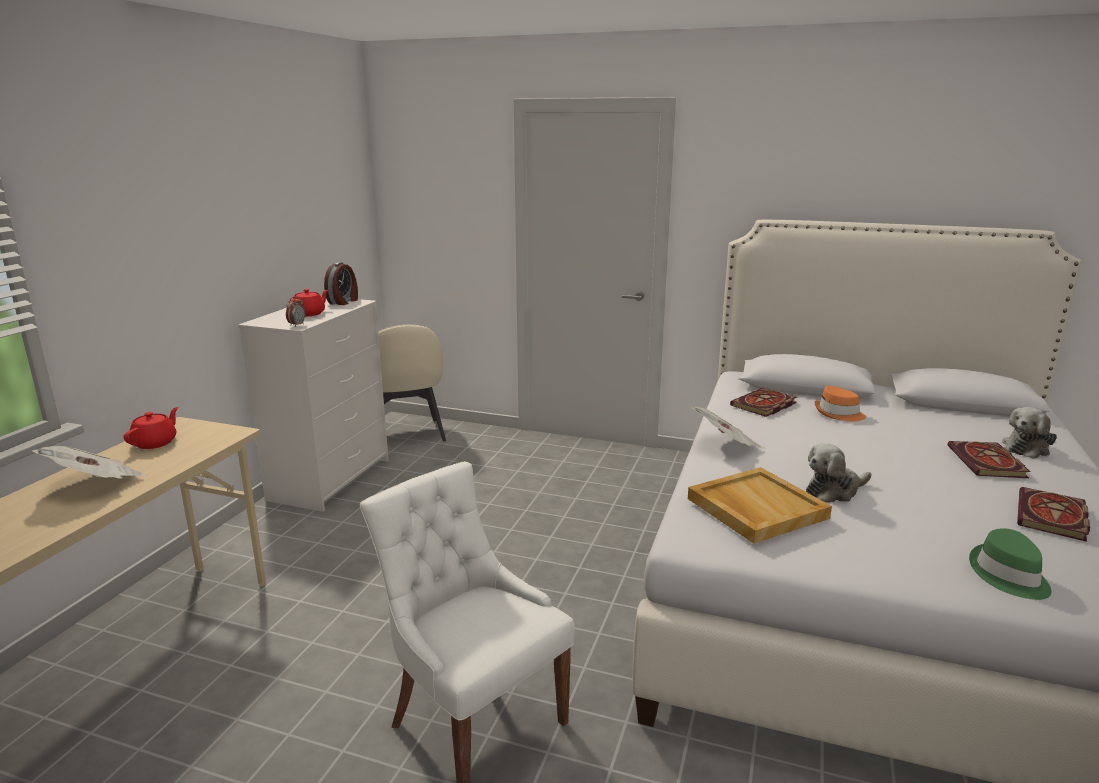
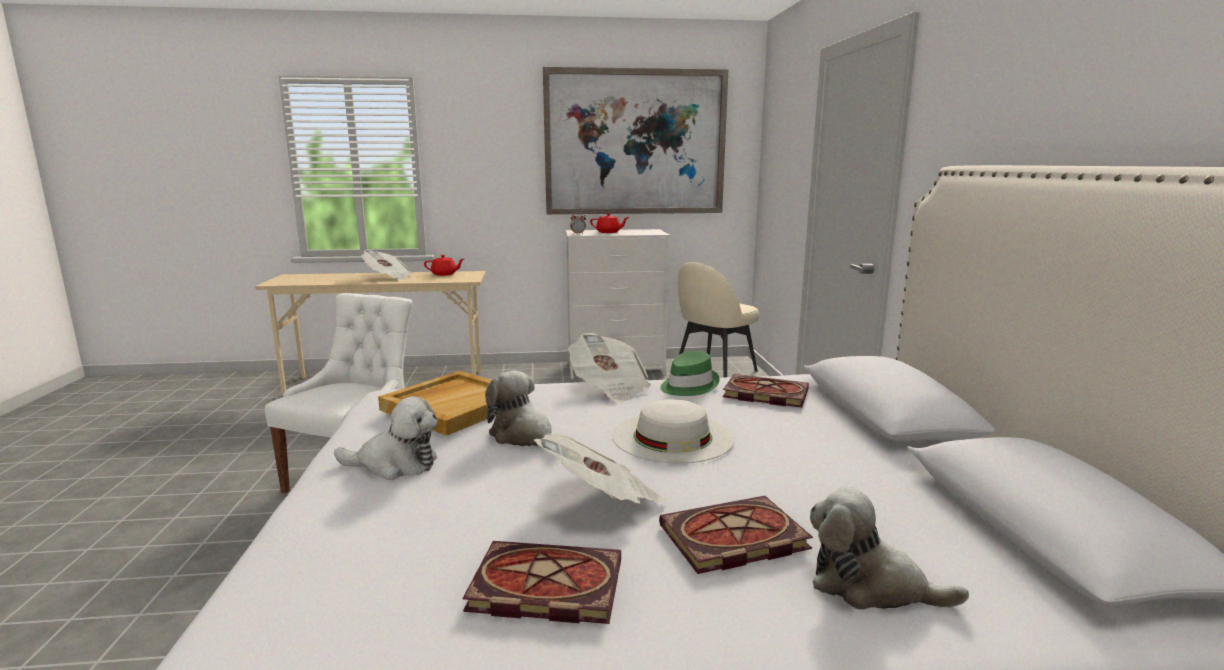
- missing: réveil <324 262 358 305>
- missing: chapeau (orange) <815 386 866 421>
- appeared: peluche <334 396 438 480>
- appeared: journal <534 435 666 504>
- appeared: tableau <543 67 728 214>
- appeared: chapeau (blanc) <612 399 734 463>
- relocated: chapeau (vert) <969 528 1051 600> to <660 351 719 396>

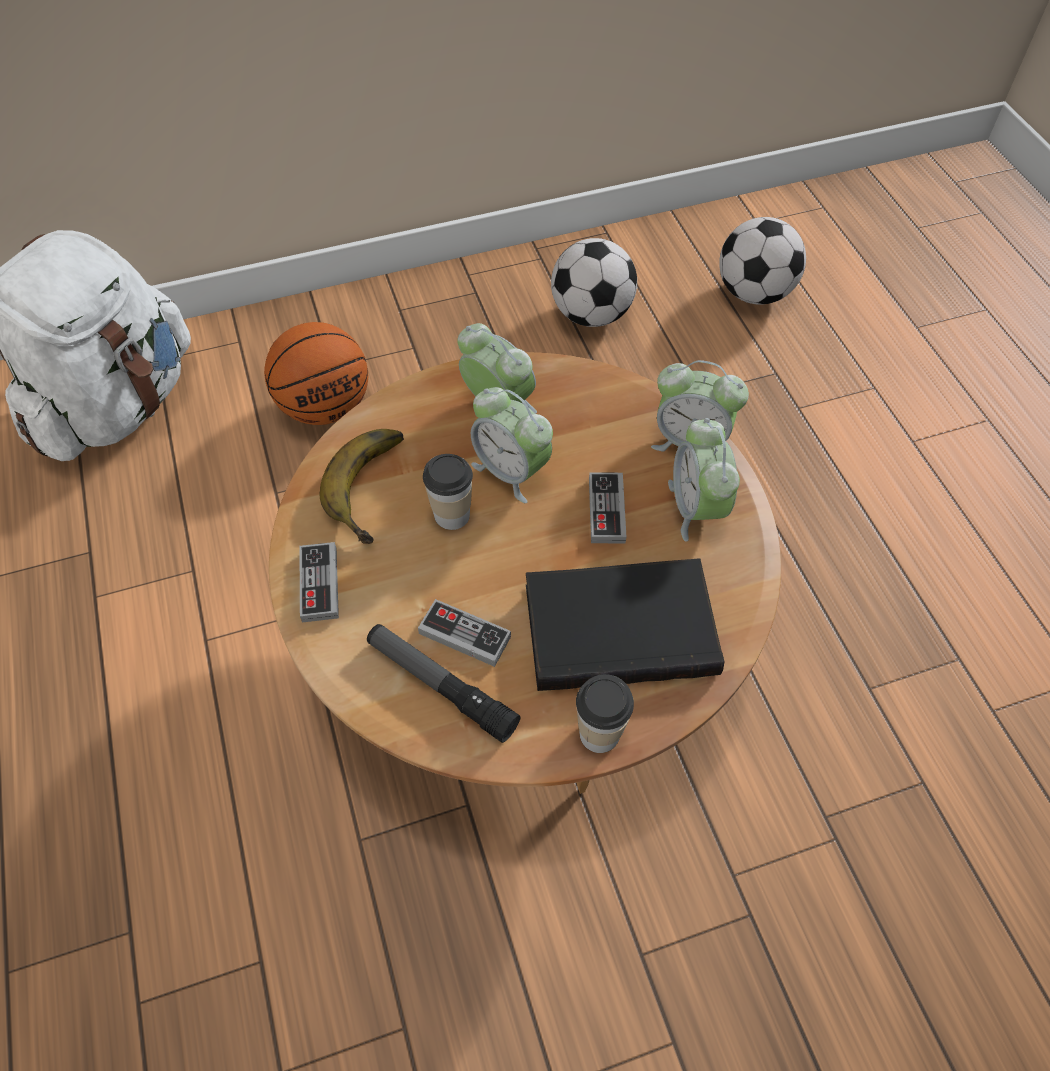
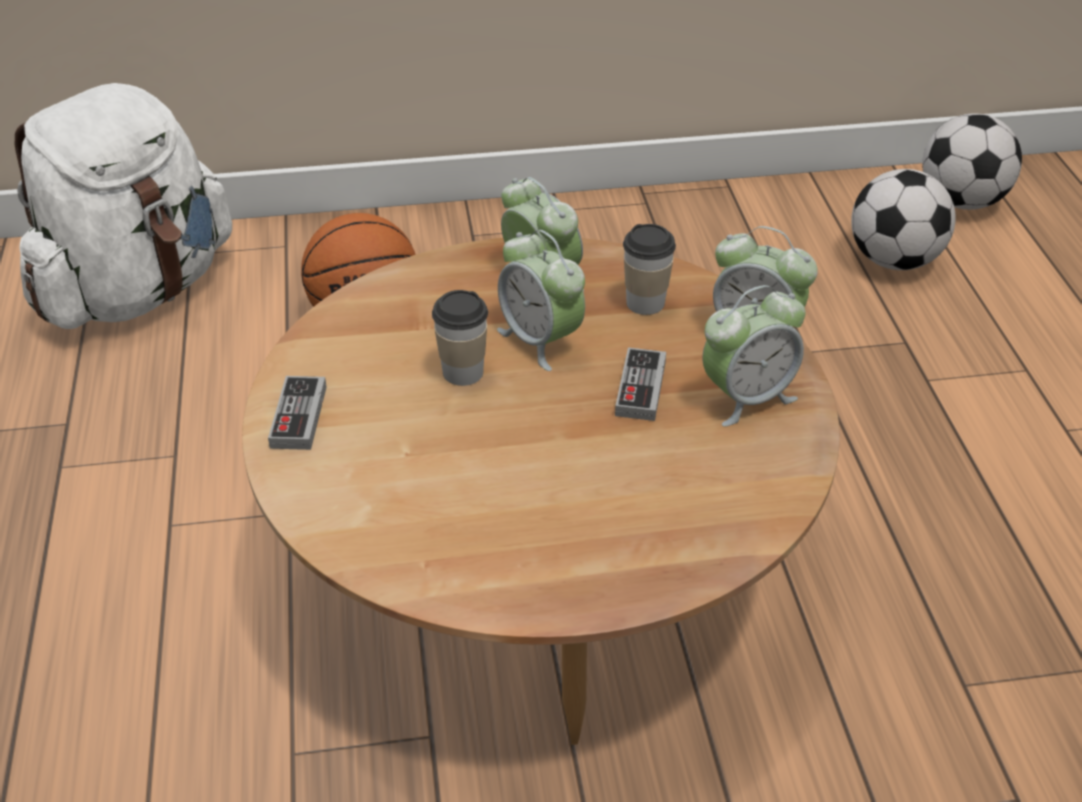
- missing: banane <320 429 404 544>
- missing: lampe de poche <367 624 521 743>
- missing: manette <418 599 511 667>
- missing: livre (noir) <526 558 724 691>
- relocated: ballon de foot <551 238 637 327> to <922 113 1022 210>
- relocated: tasse <576 674 634 753> to <623 224 676 315>
- spun: réveil <668 418 740 542> = <702 285 805 427> 120 degrees counterclockwise

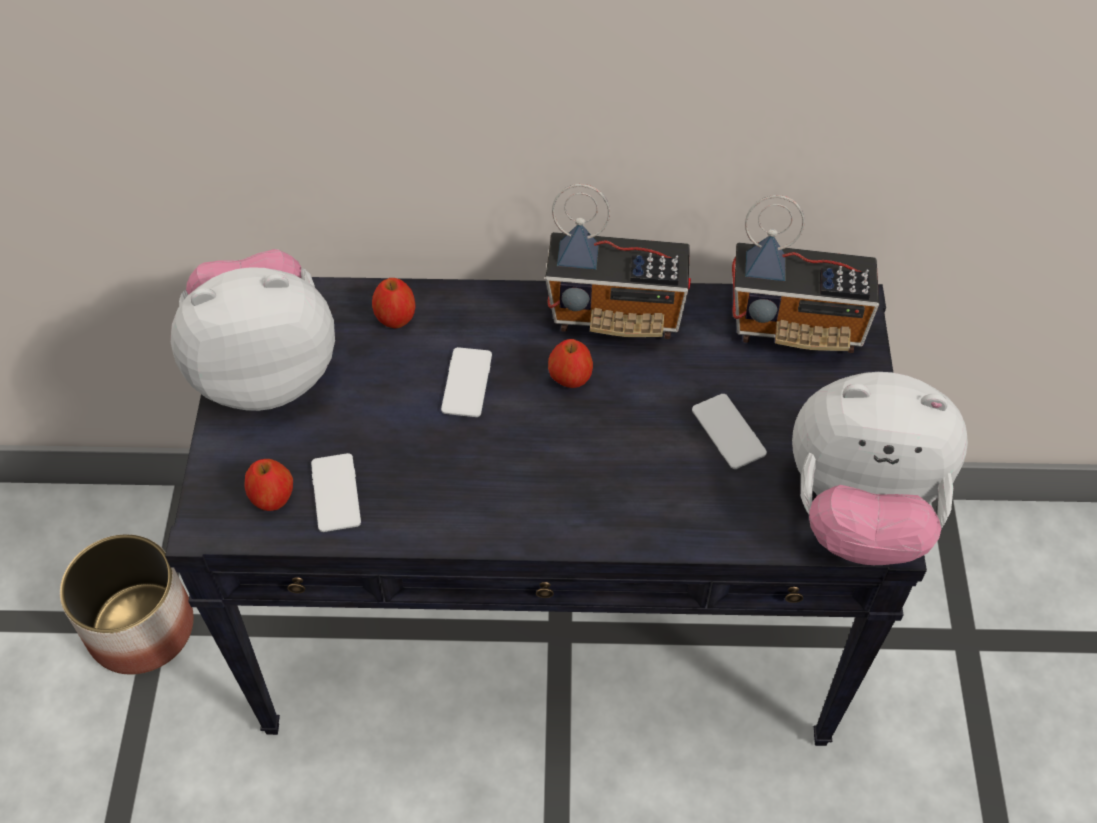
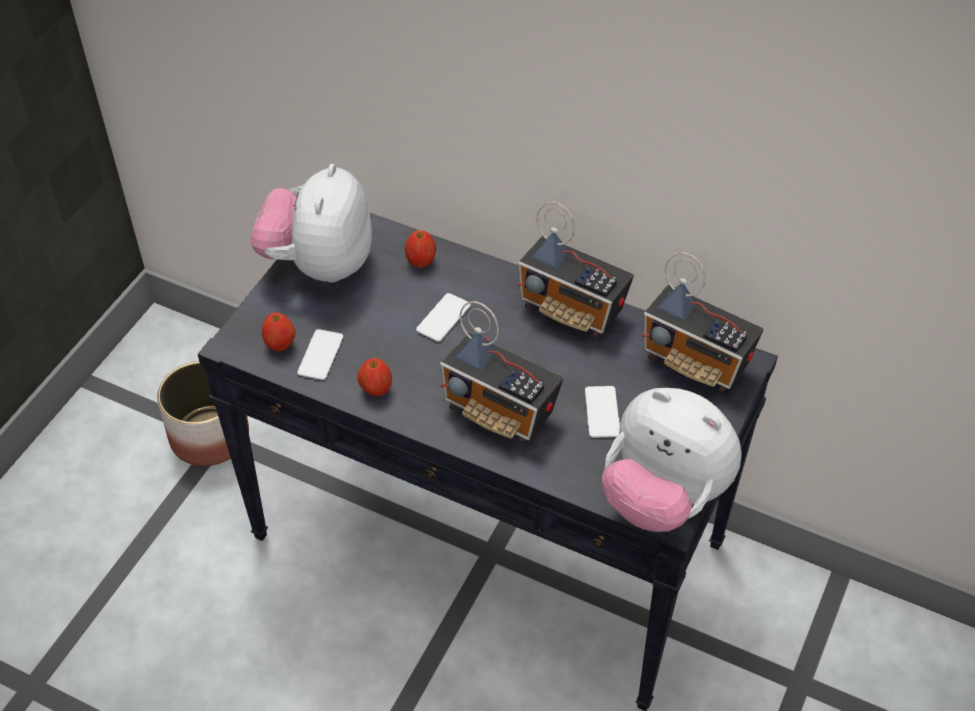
- appeared: radio <440 301 563 444>
- relocated: pomme <548 339 593 388> to <357 358 392 396>
- spun: peluche <171 249 335 411> = <251 164 372 282> 90 degrees counterclockwise

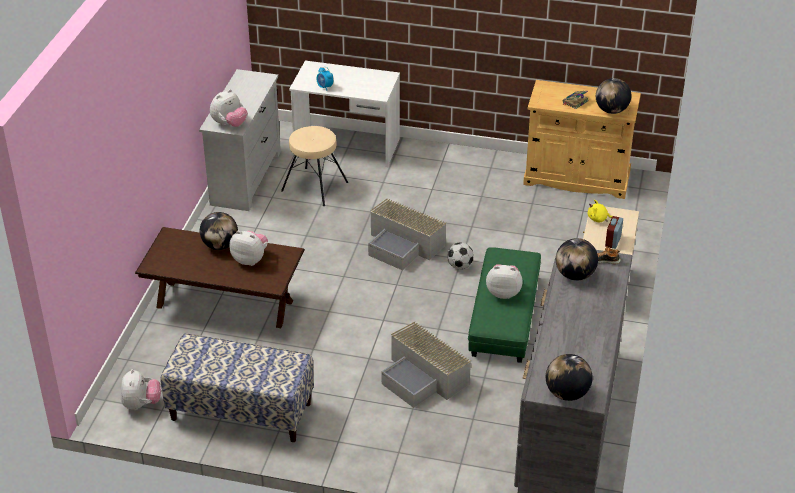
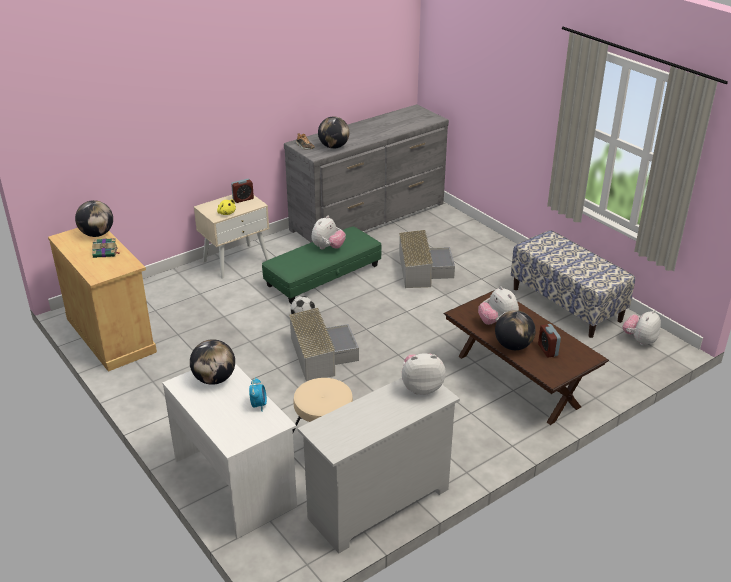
- appeared: réveil <538 324 561 358>
- relocated: globe <546 354 593 401> to <190 339 235 385>
- spun: peluche <486 264 523 299> = <312 216 346 249> 105 degrees counterclockwise

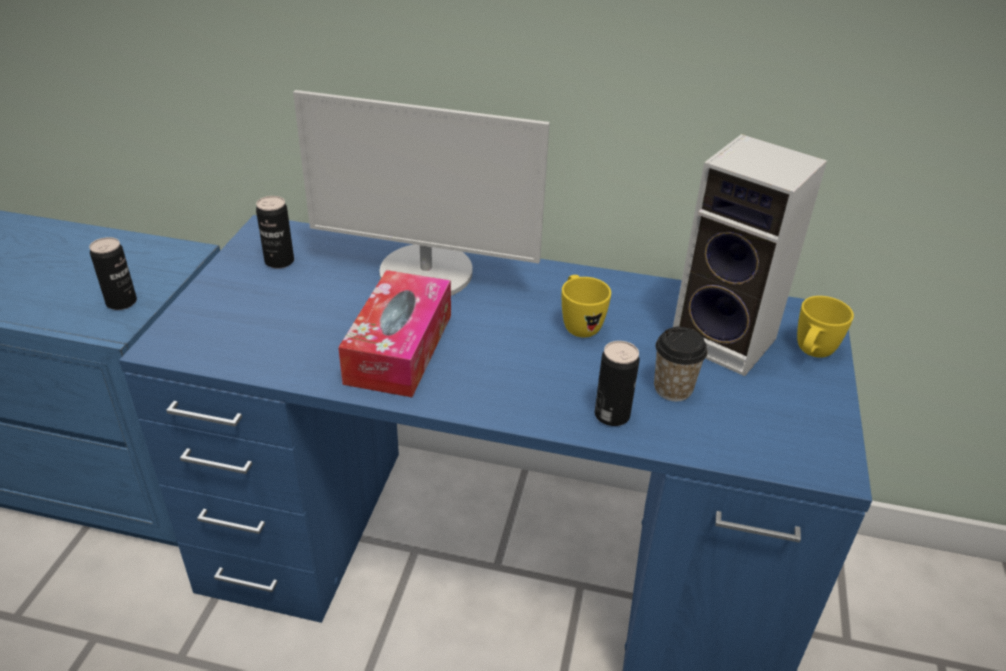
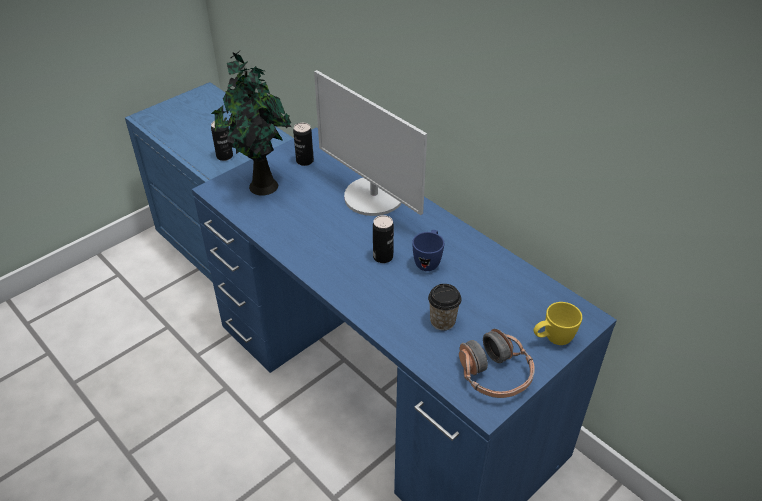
- missing: boîte à mouchoirs <338 270 451 397>
- missing: enceinte <673 134 827 376>
- appeared: plante en pot <211 51 291 195>
- appeared: casque audio <459 329 535 398>
- relocated: boîte métallique <595 341 640 426> to <373 215 394 263>
- colour: mug (jaune) <562 275 611 338> to mug (bleu) <412 230 444 271>

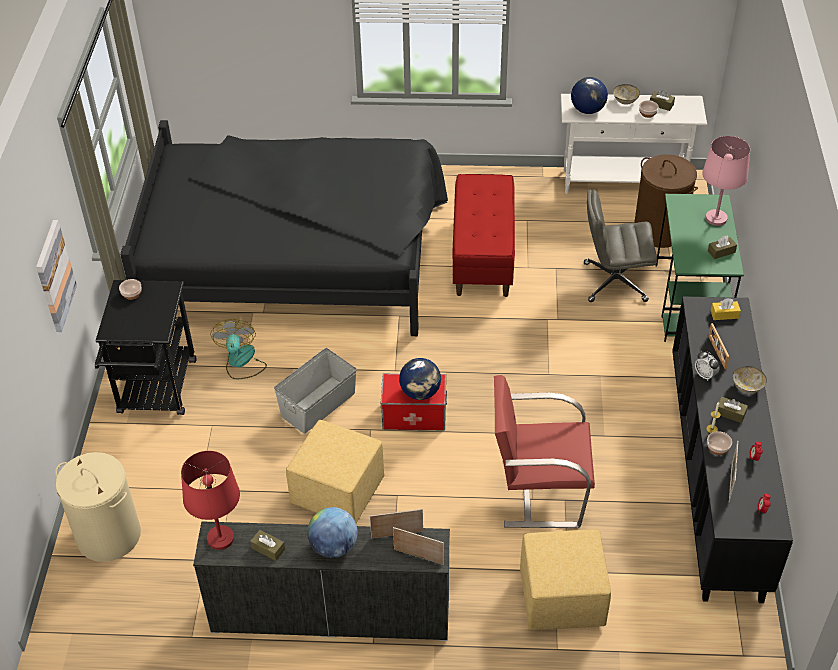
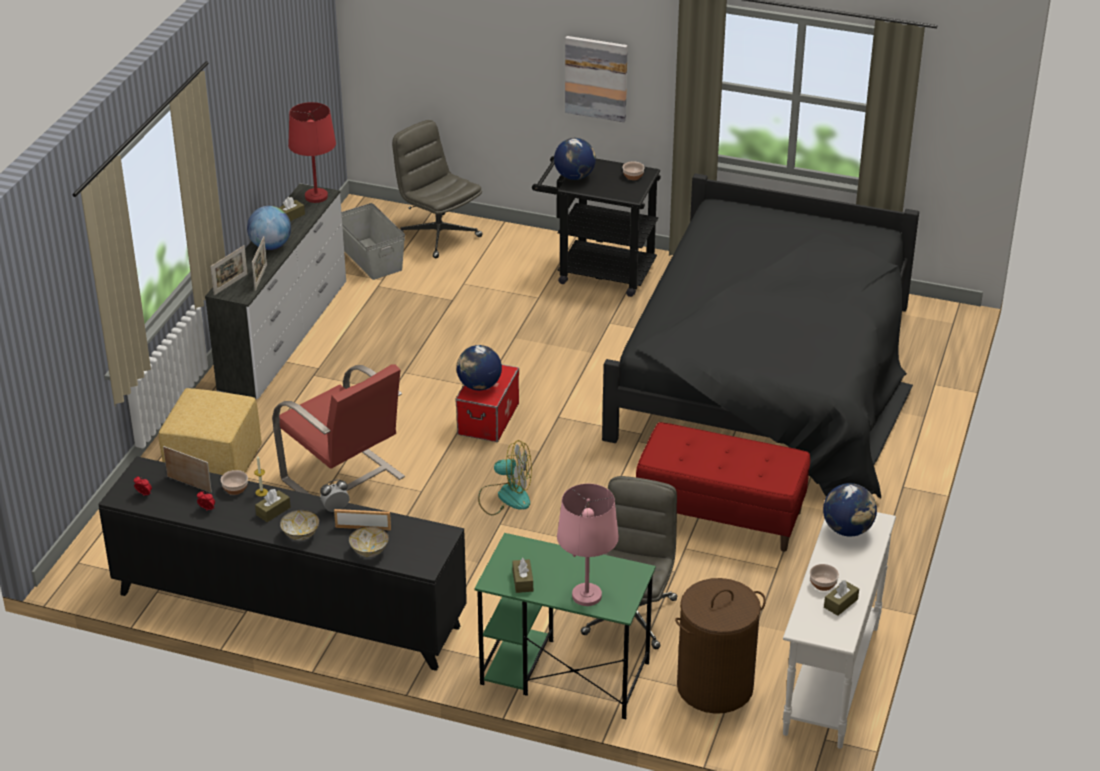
- missing: pouf (jaune) <286 420 384 523>
- missing: boîte à mouchoirs (jaune) <711 298 741 320>
- appeared: globe <554 138 596 180>
- relocated: ventilateur <210 319 267 379> to <478 440 532 515>
- relocated: boîte de rangement (gris) <274 348 357 434> to <341 203 405 280>
- relocated: bol <613 84 640 105> to <349 526 389 557>
- exchanged: panier à linge (beige) <55 452 141 562> to chaise de bureau (gris) <392 120 483 258>
- spun: fauteuil (rouge) <494 375 595 528> = <272 364 405 495> 120 degrees clockwise

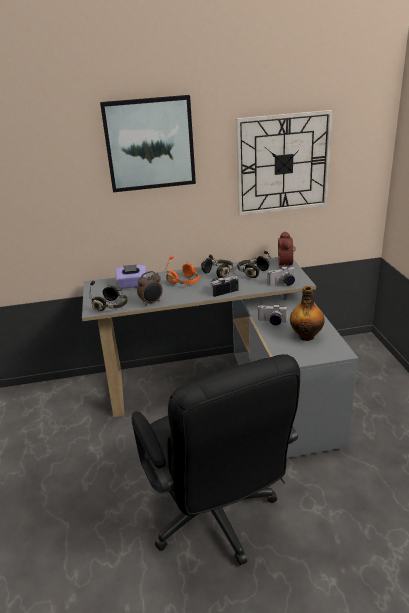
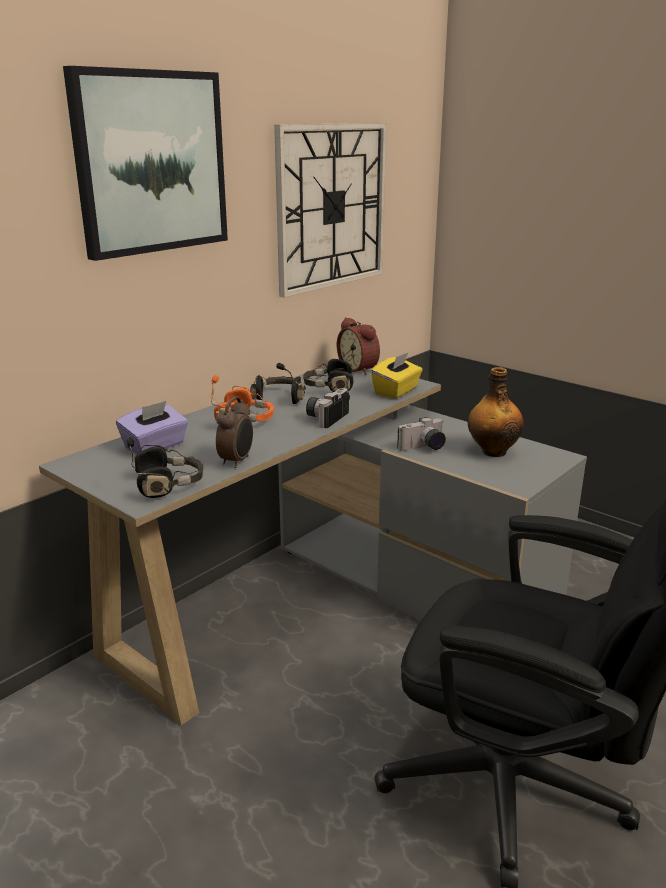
- exchanged: appareil photo <268 266 295 286> to boîte à mouchoirs (jaune) <371 352 423 399>

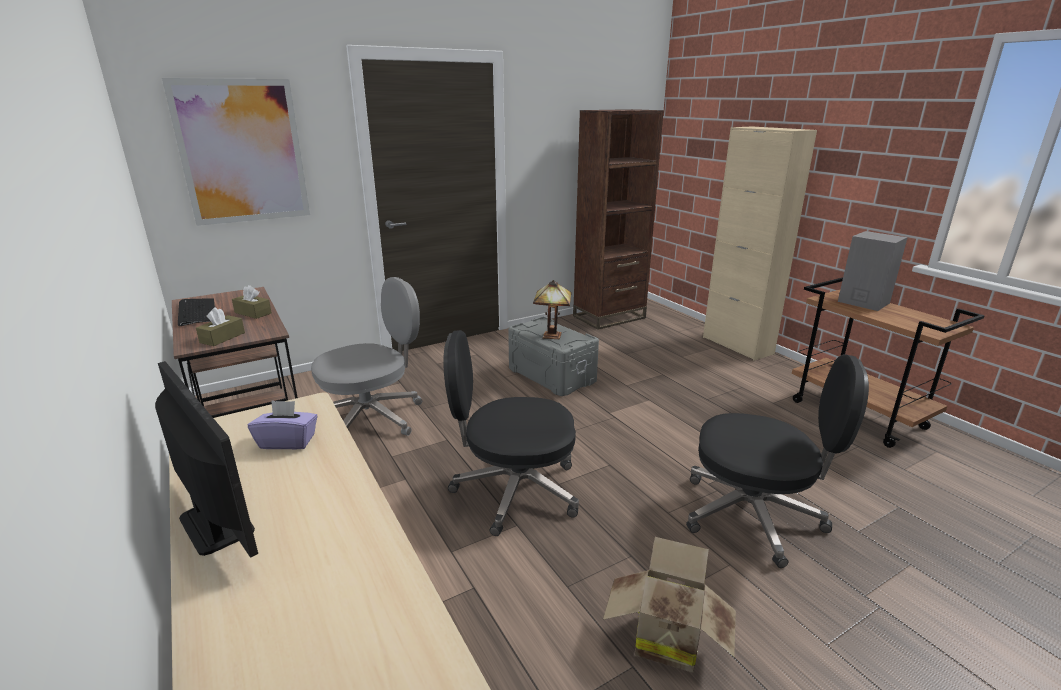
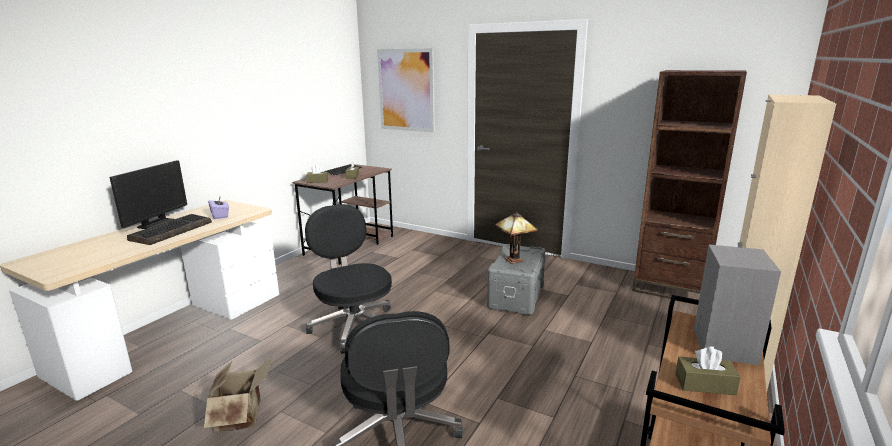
- missing: chaise de bureau (gris) <311 277 422 436>
- appeared: clavier <127 214 212 245>
- appeared: boîte à mouchoirs (marron) <675 346 741 395>

